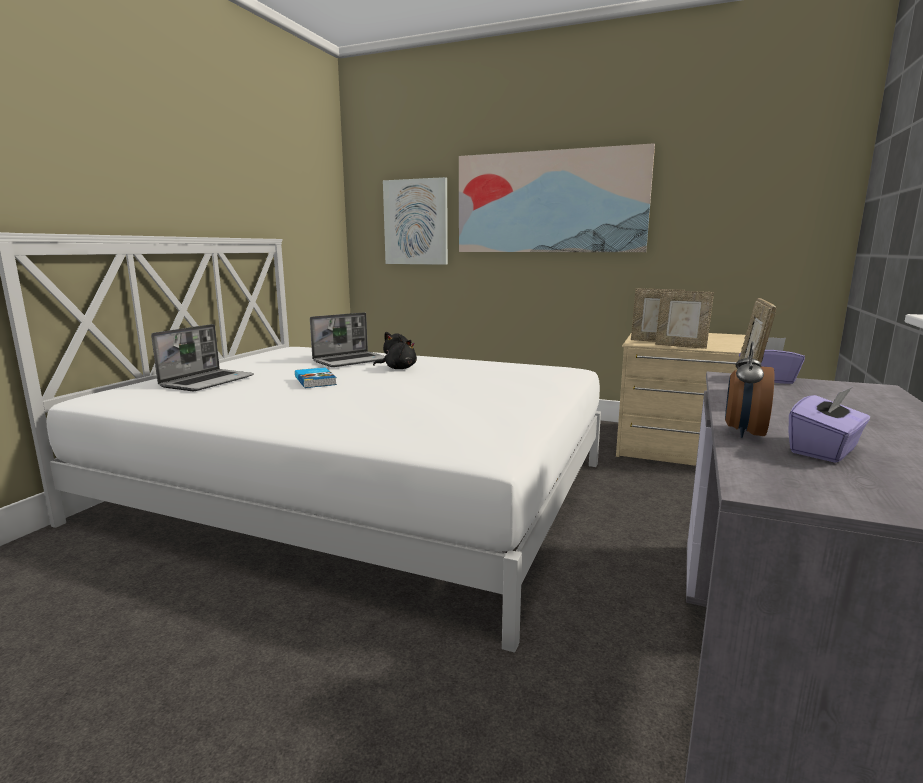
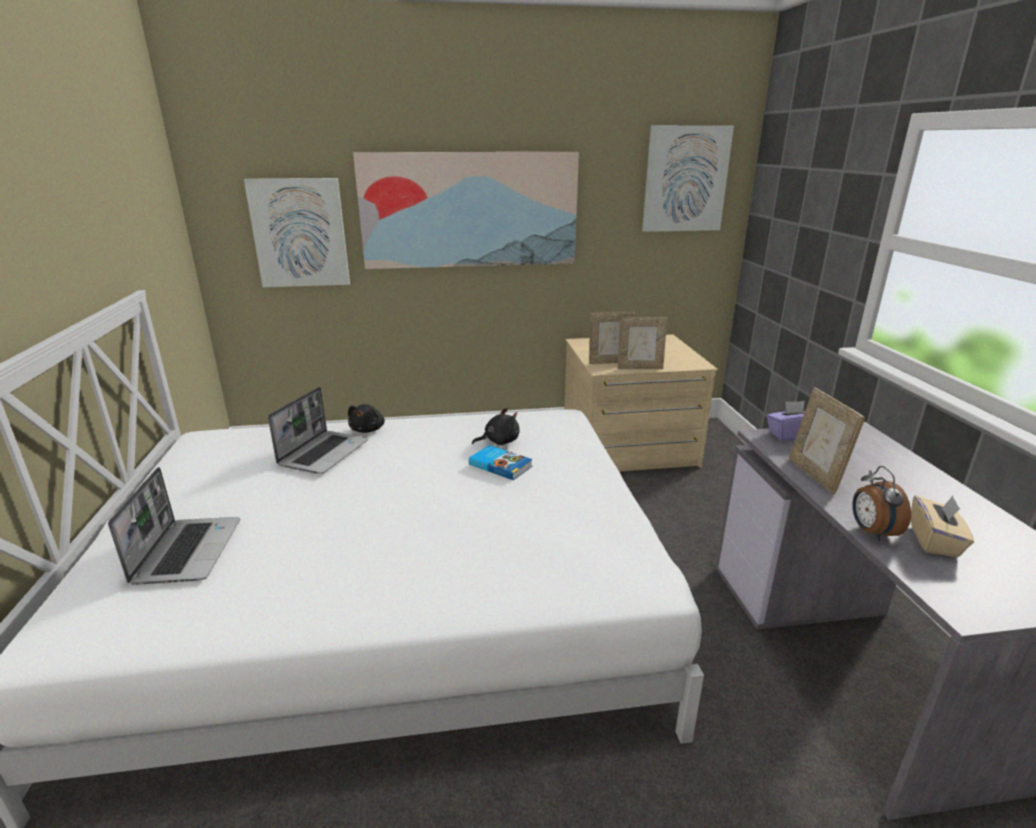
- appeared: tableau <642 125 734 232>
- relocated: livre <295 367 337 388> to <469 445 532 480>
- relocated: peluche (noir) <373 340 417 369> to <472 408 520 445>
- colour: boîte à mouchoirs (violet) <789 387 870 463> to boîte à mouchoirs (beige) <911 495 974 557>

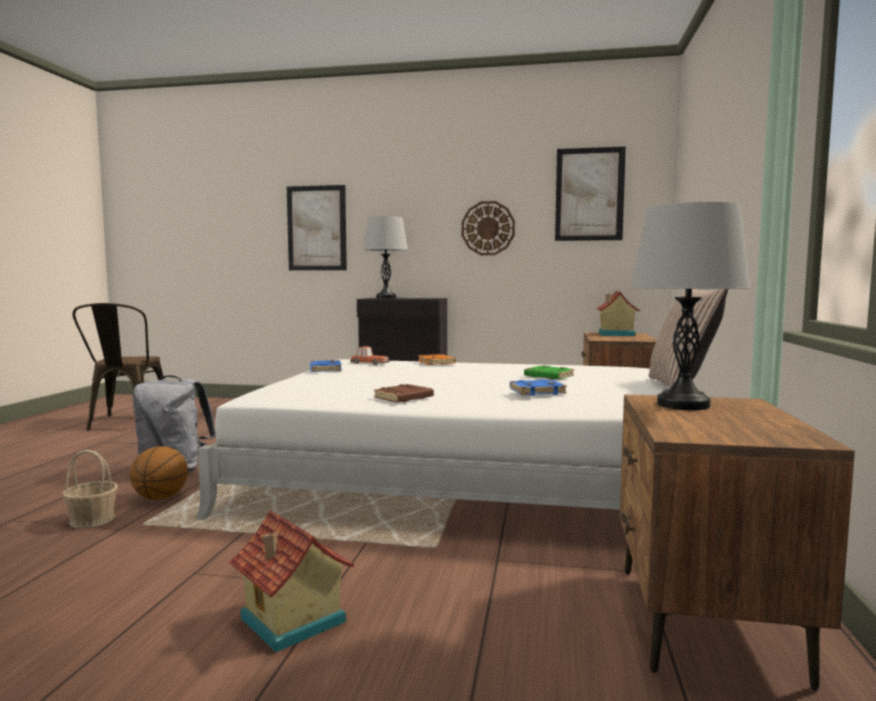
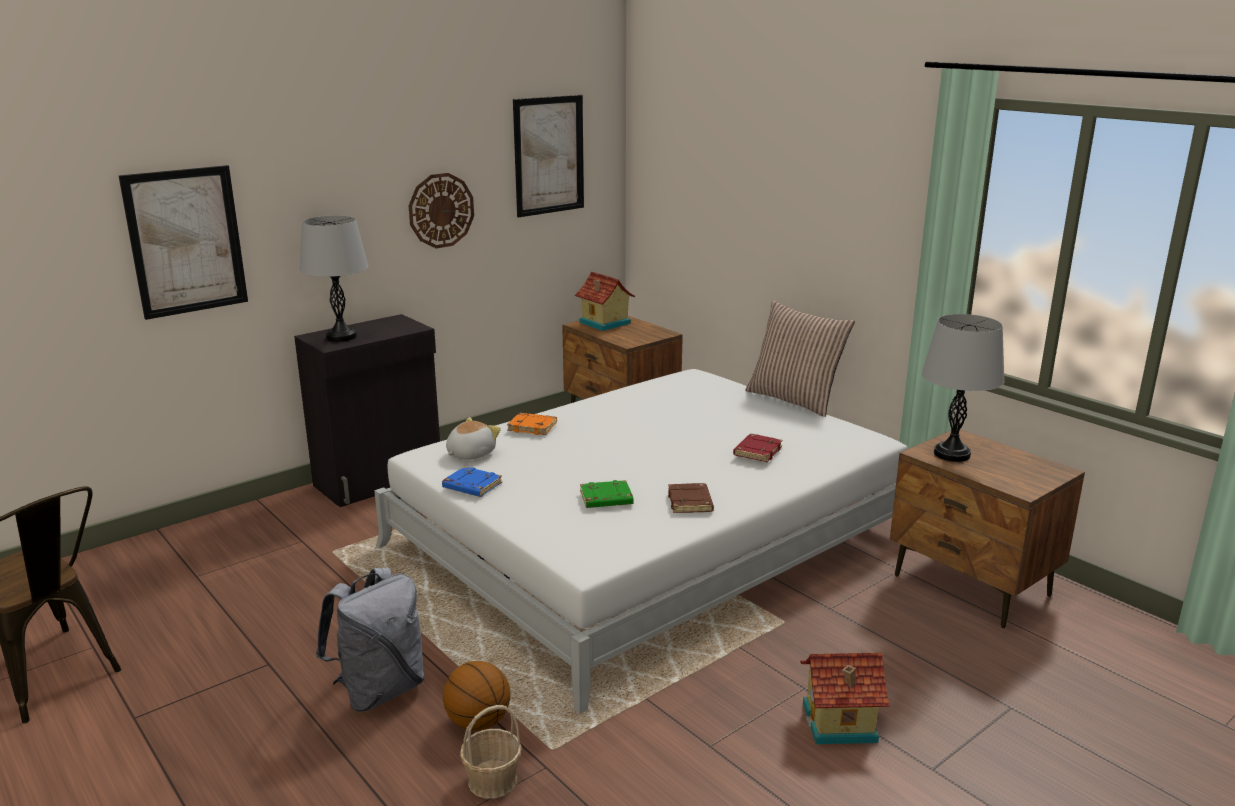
- relocated: livre (vert) <524 365 574 379> to <580 480 633 508>
- exchanged: petite voiture <350 346 390 365> to peluche <446 417 501 460>
- colour: livre (bleu) <510 379 567 396> to livre (rouge) <733 434 783 462>

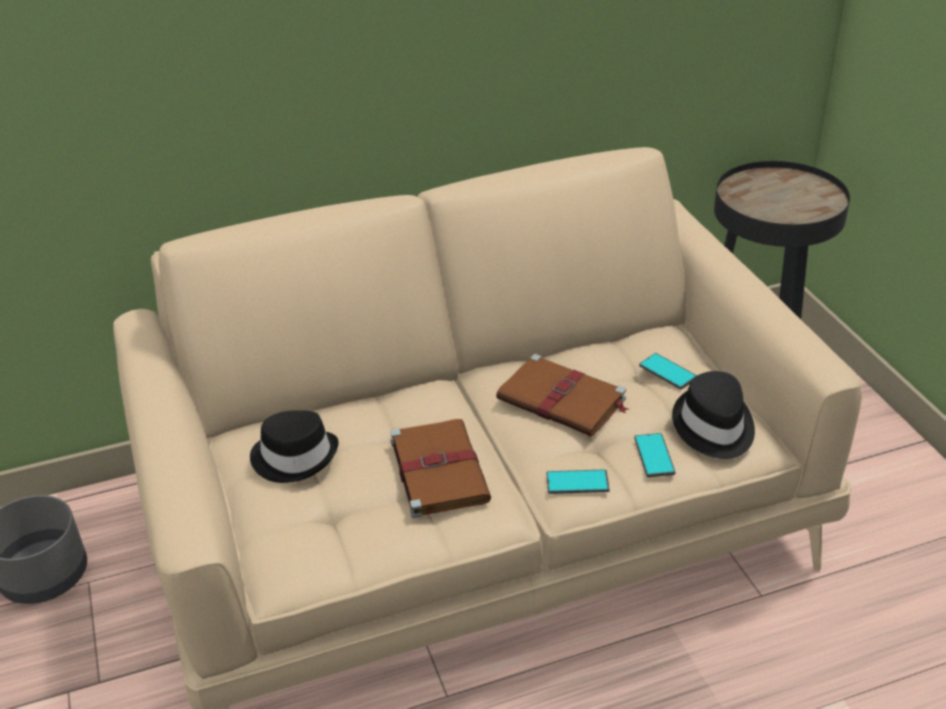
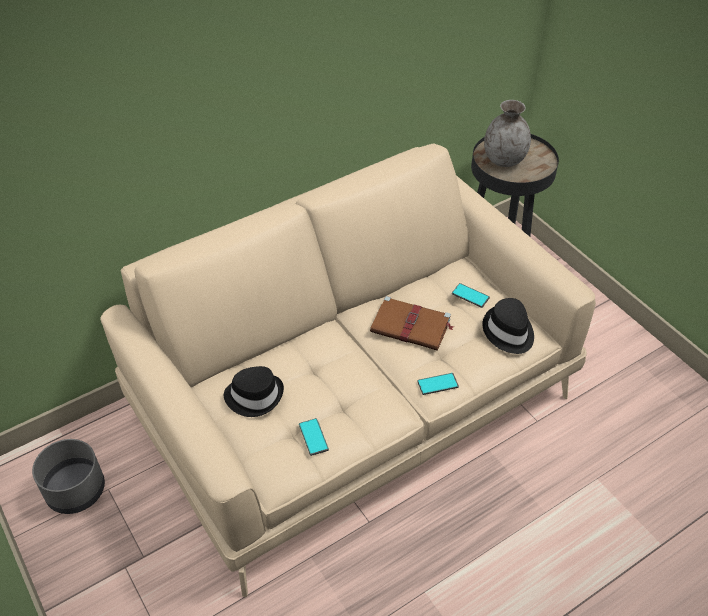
- missing: livre (marron) <390 419 491 518>
- appeared: vase (gris) <484 100 531 167>
- relocated: téléphone <634 433 676 477> to <299 418 329 456>

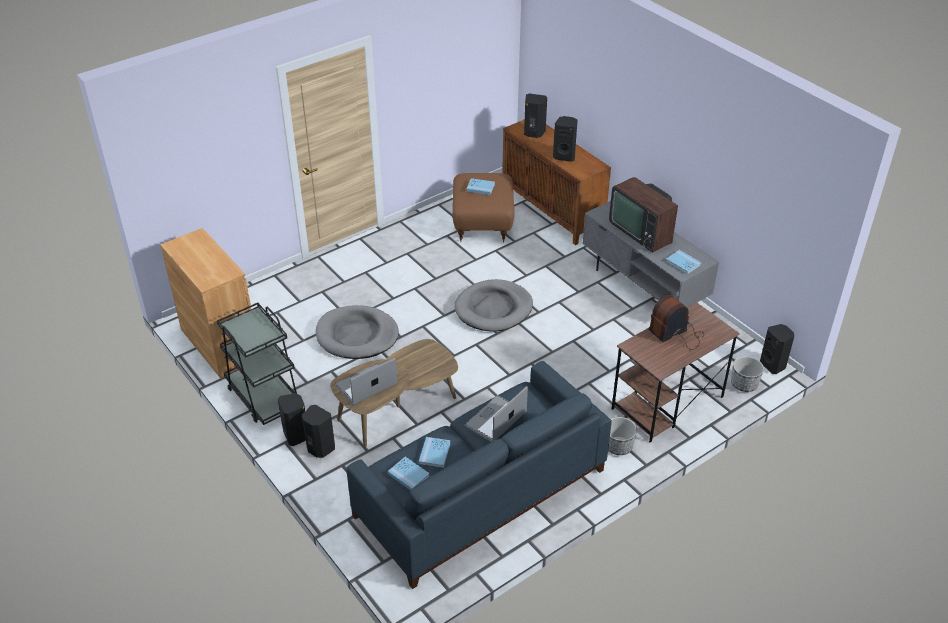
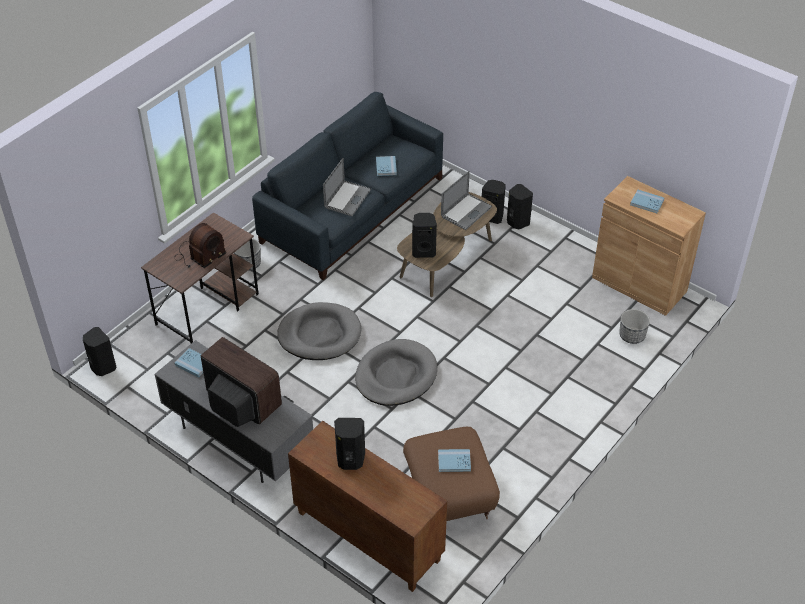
- missing: chariot (noir) <217 303 297 425>
- relocated: panier pour chien (gris) <316 305 399 359> to <277 302 362 360>
- relocated: livre (bleu) <388 457 430 490> to <630 190 664 213>
- relocated: enceinte (noir) <524 94 547 138> to <412 213 437 258>
- relocated: cache-pot <731 356 764 392> to <619 309 650 344>

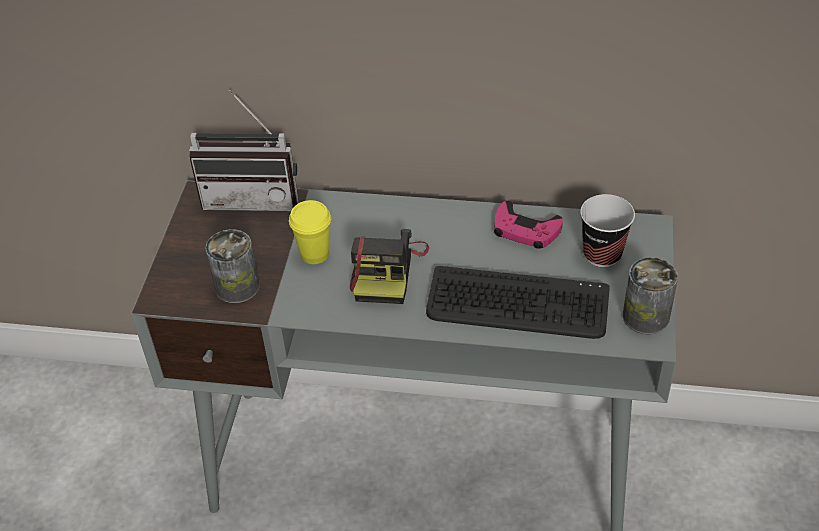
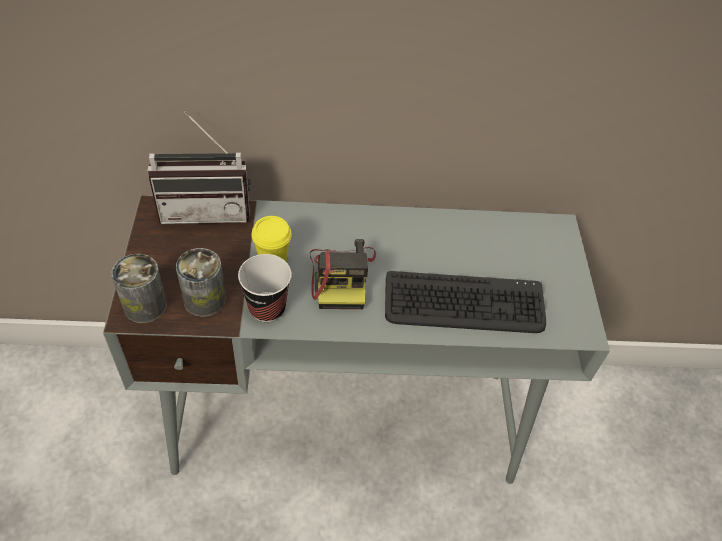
- missing: manette (rose) <494 200 563 249>
- relocated: tasse <580 194 635 267> to <238 254 291 322>
- relocated: boîte métallique <623 257 678 334> to <112 254 167 323>

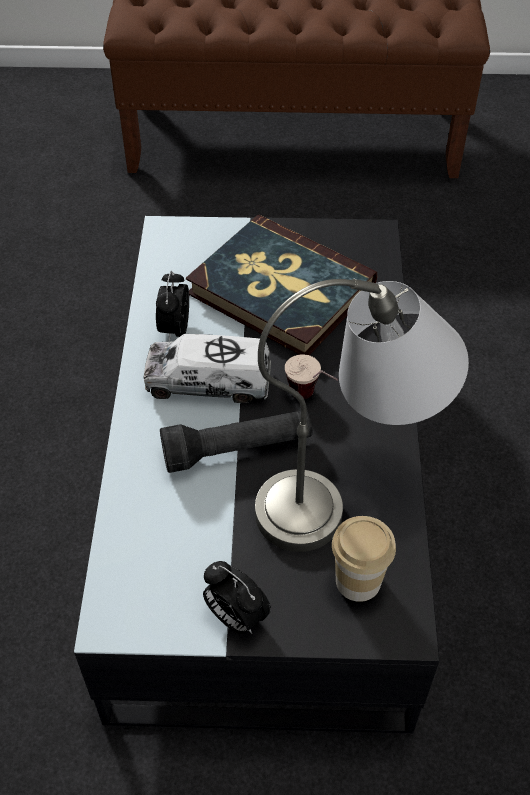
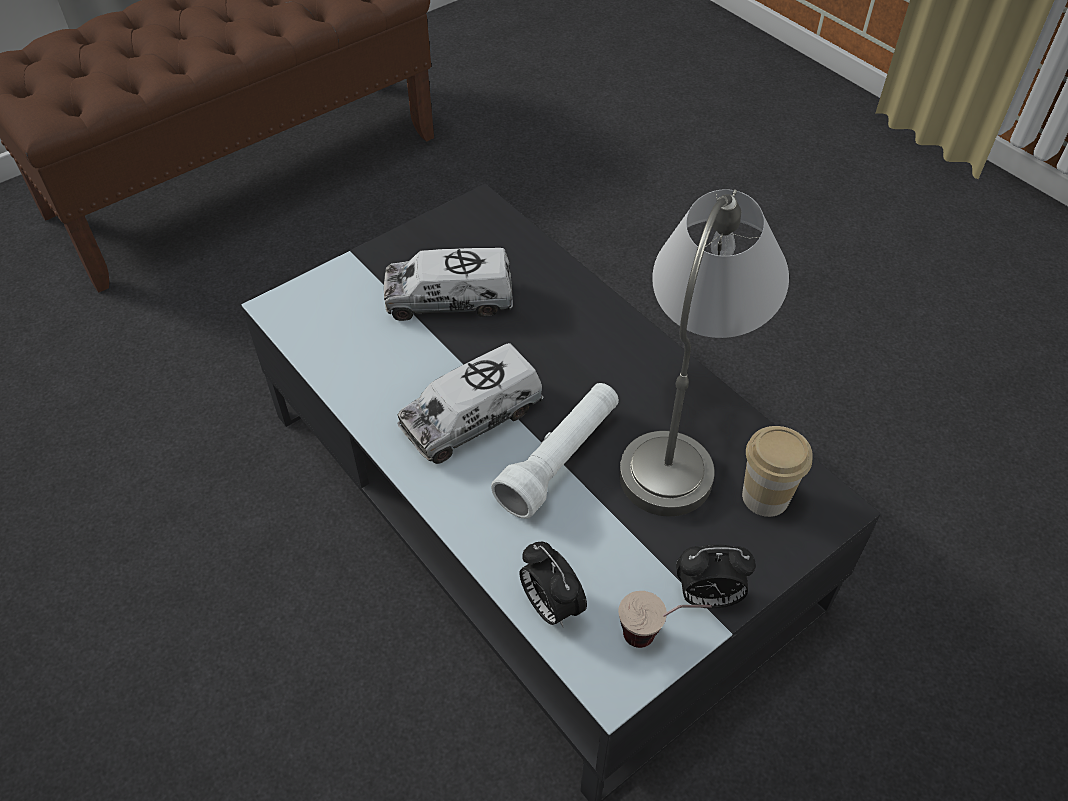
- relocated: réveil <156 271 189 342> to <519 542 587 628>
- relocated: tasse <285 354 338 399> to <618 591 712 648>
- exchanged: livre <186 215 377 355> to camion jouet <384 248 513 321>
- colour: lampe de poche (noir) <160 410 313 473> to lampe de poche (blanc) <491 383 619 519>

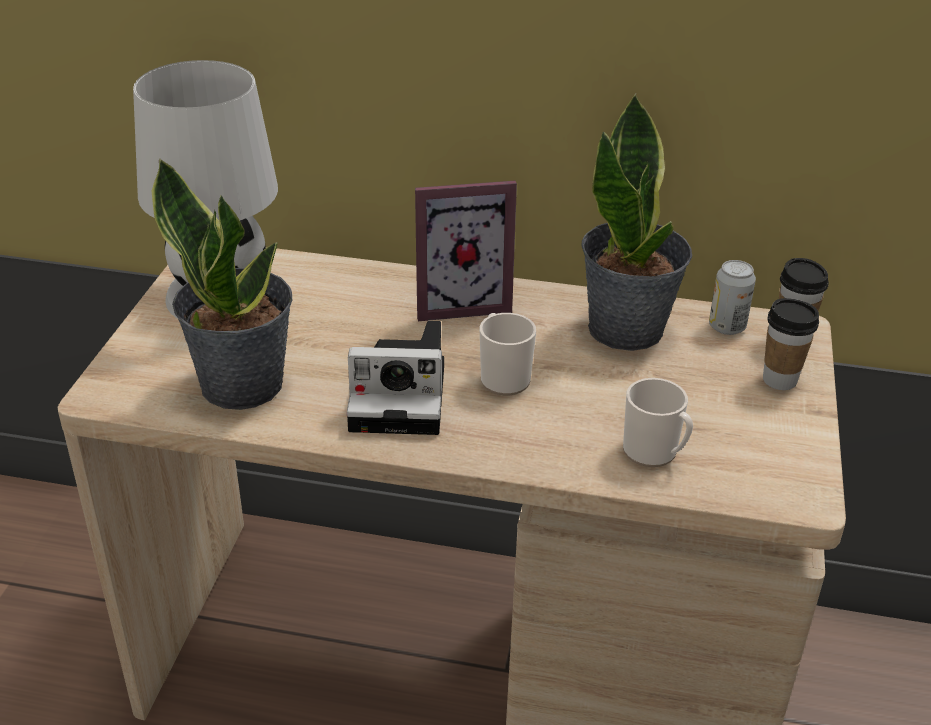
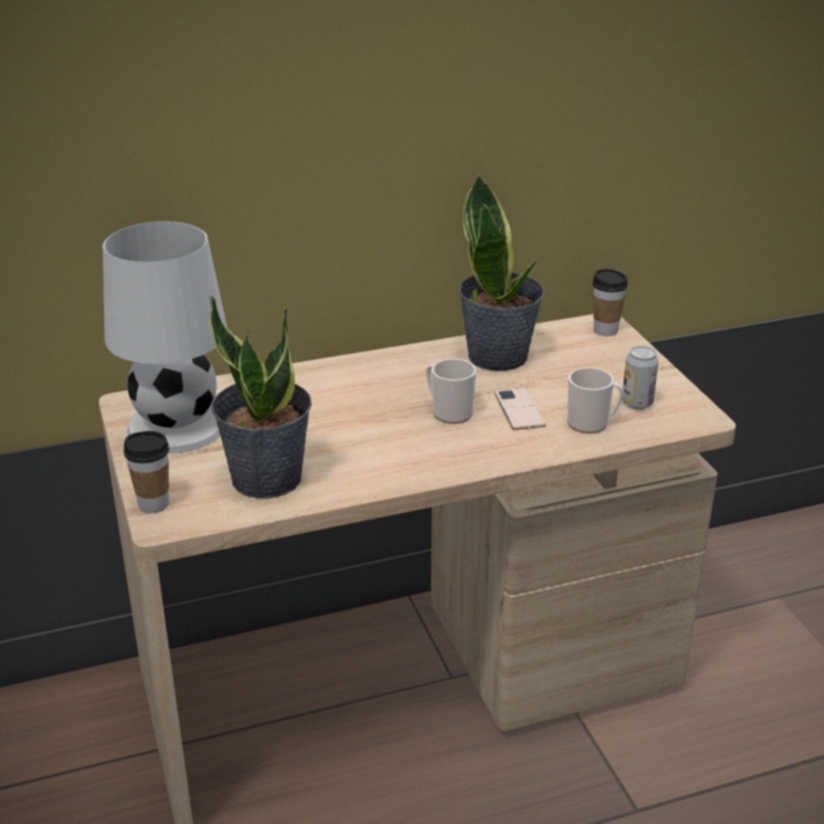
- missing: appareil photo <347 321 444 435>
- missing: cadre photo <415 181 517 321>
- appeared: téléphone <494 388 546 430>
- relocated: boîte métallique <709 260 756 335> to <622 346 659 410>
- relocated: tasse <763 298 819 390> to <124 431 169 513>

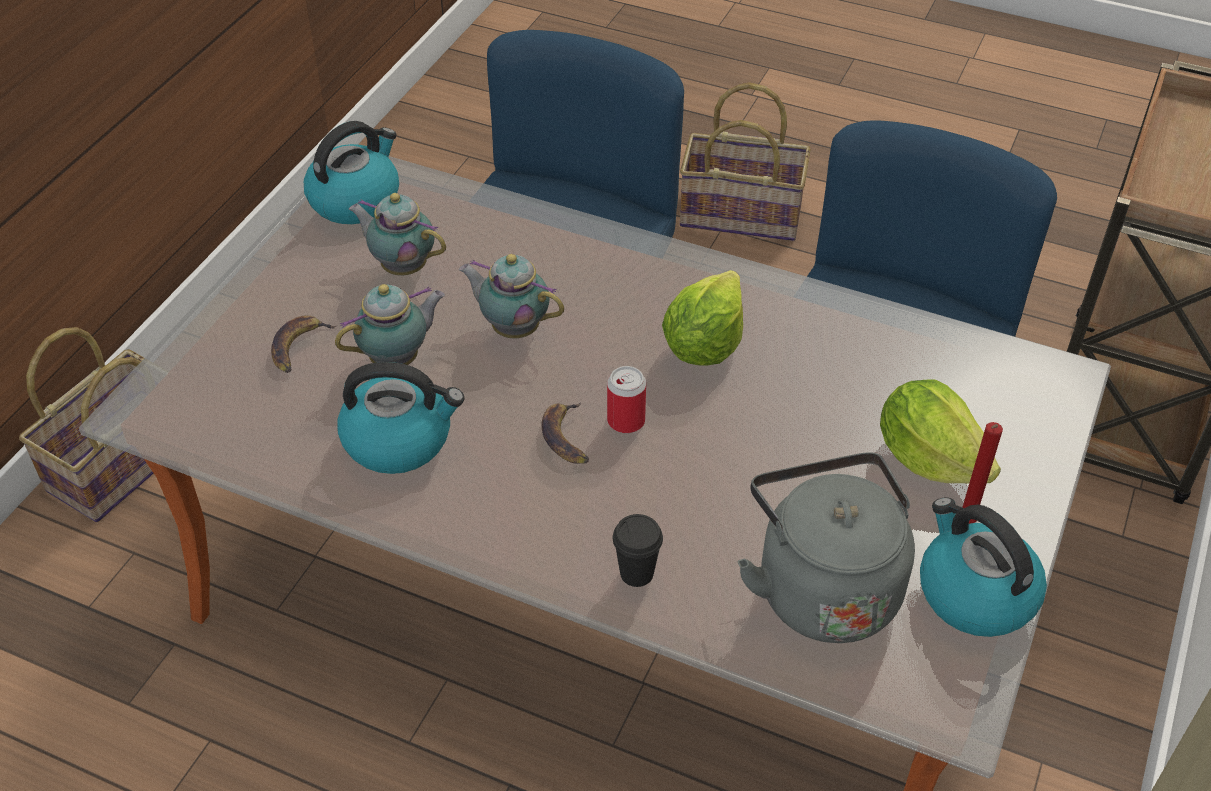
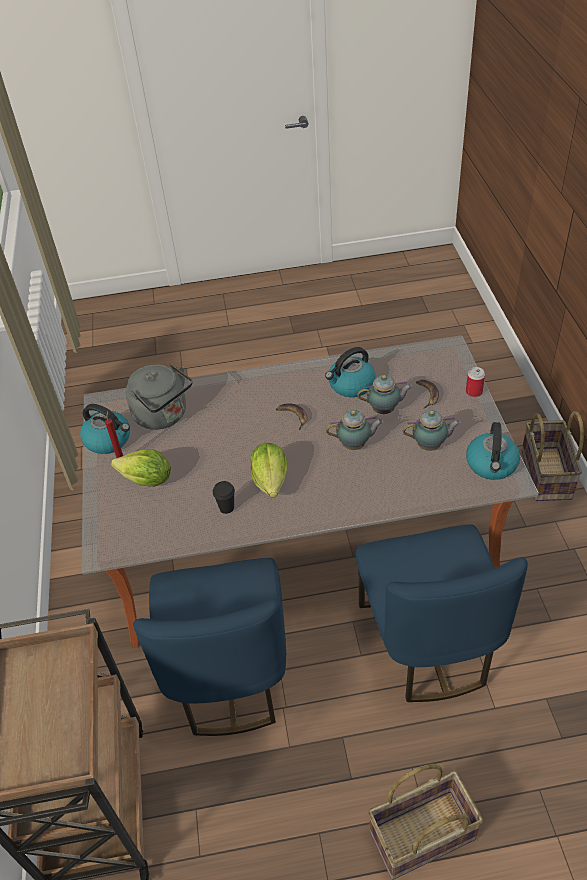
- relocated: boîte métallique <607 366 646 433> to <466 367 485 397>
- relocated: tasse (noir) <613 514 663 587> to <213 481 235 514>
- spun: théière <335 284 445 365> = <357 375 413 414> 120 degrees counterclockwise

